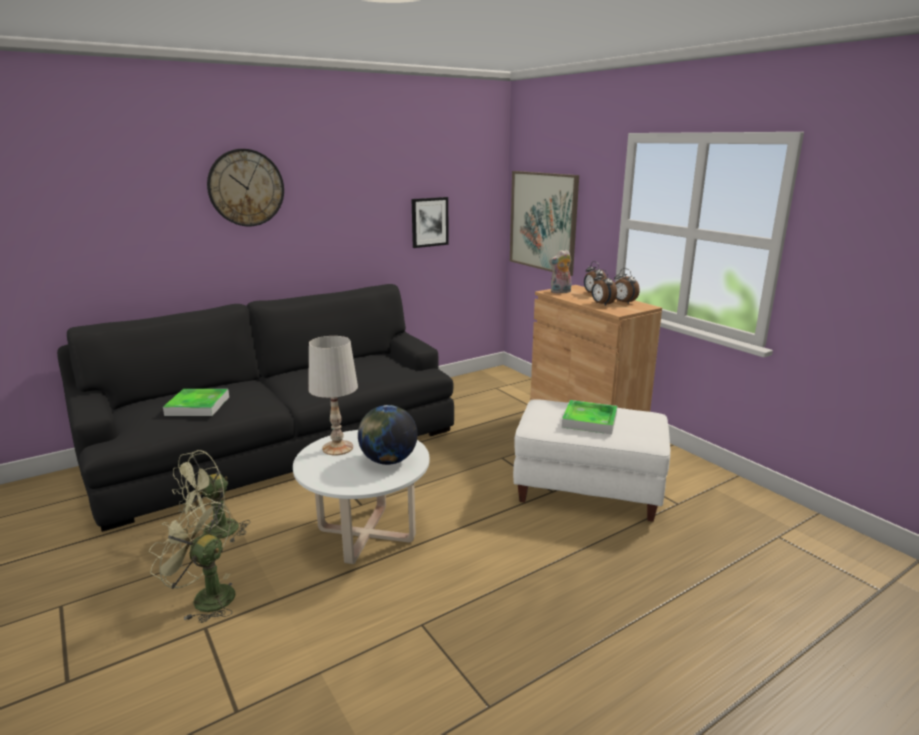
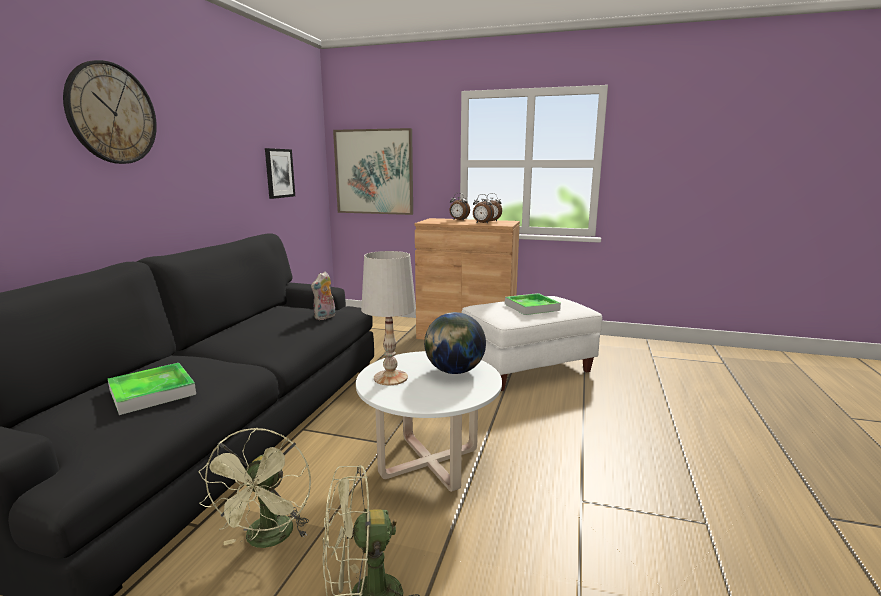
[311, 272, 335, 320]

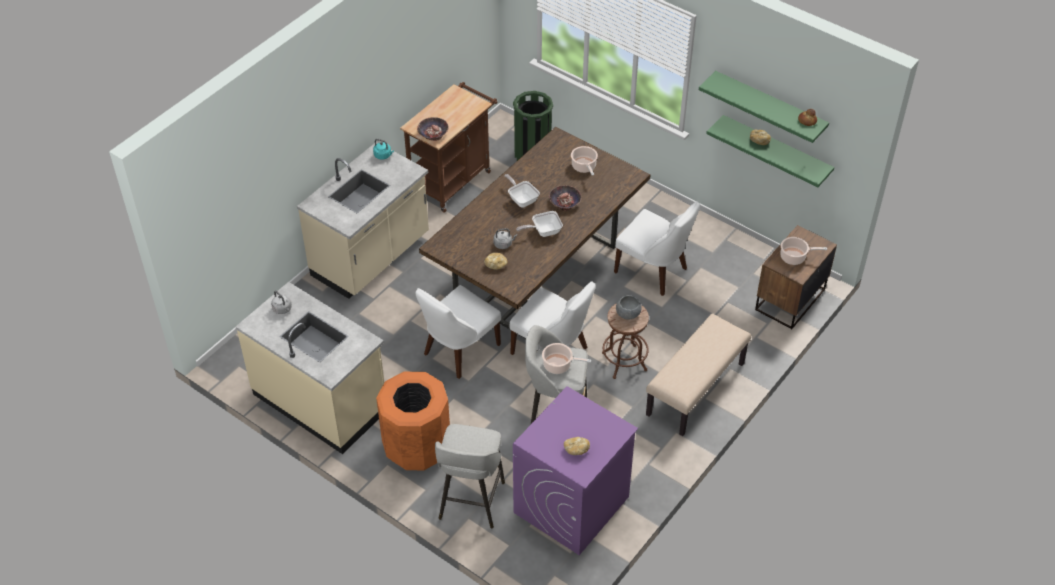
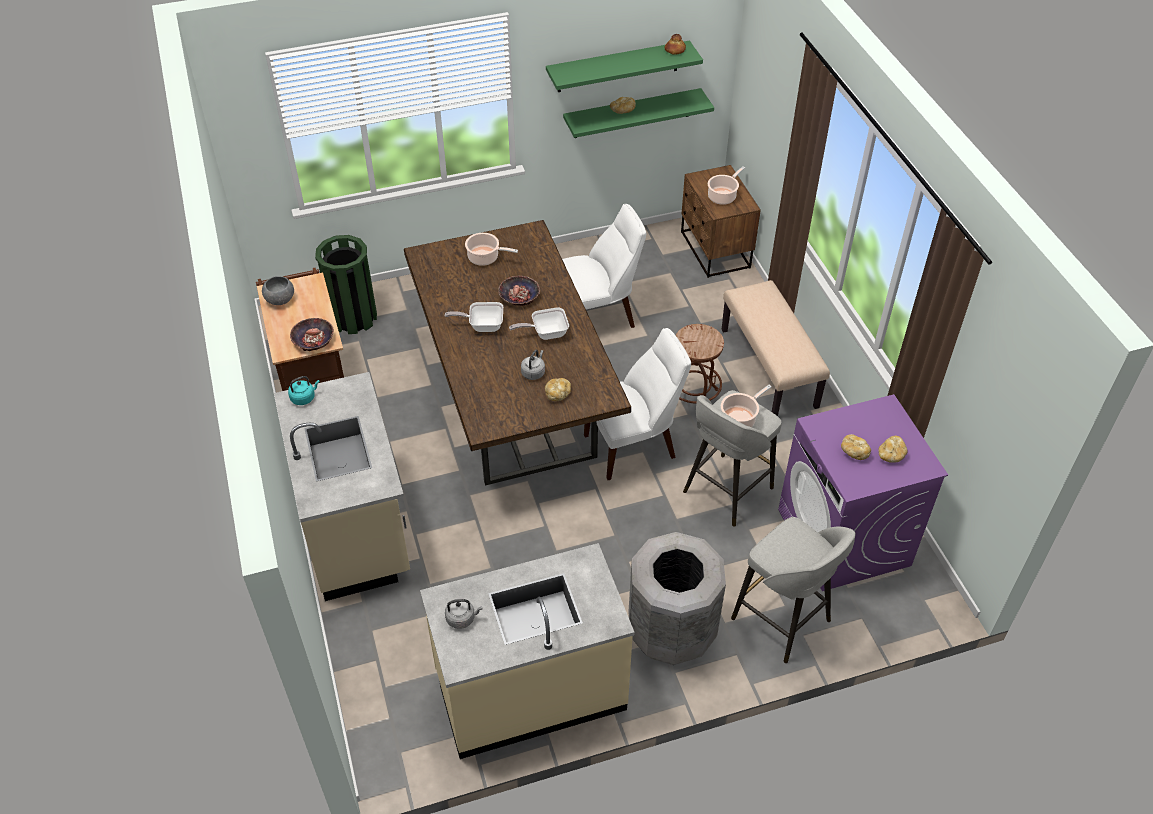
[262, 276, 294, 305]
[509, 307, 569, 340]
[629, 532, 726, 665]
[841, 434, 871, 460]
[416, 285, 501, 379] (first image)

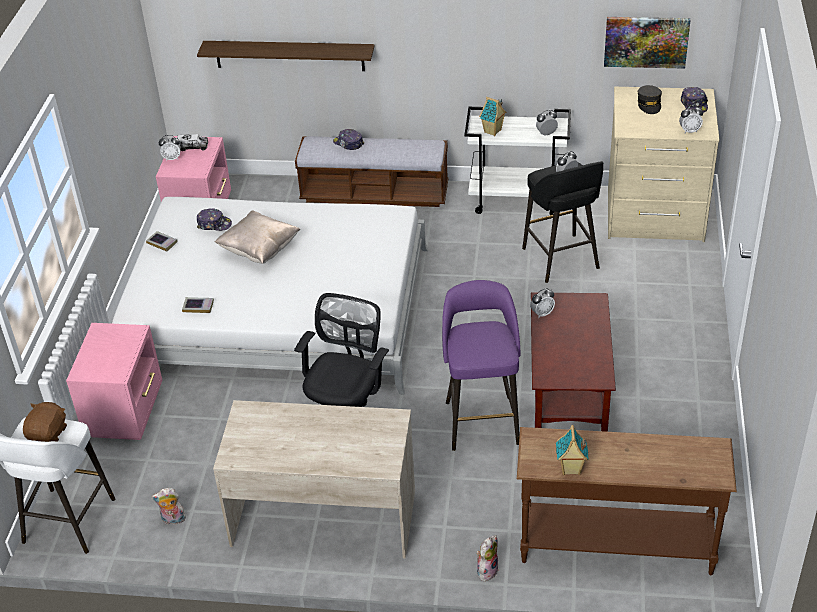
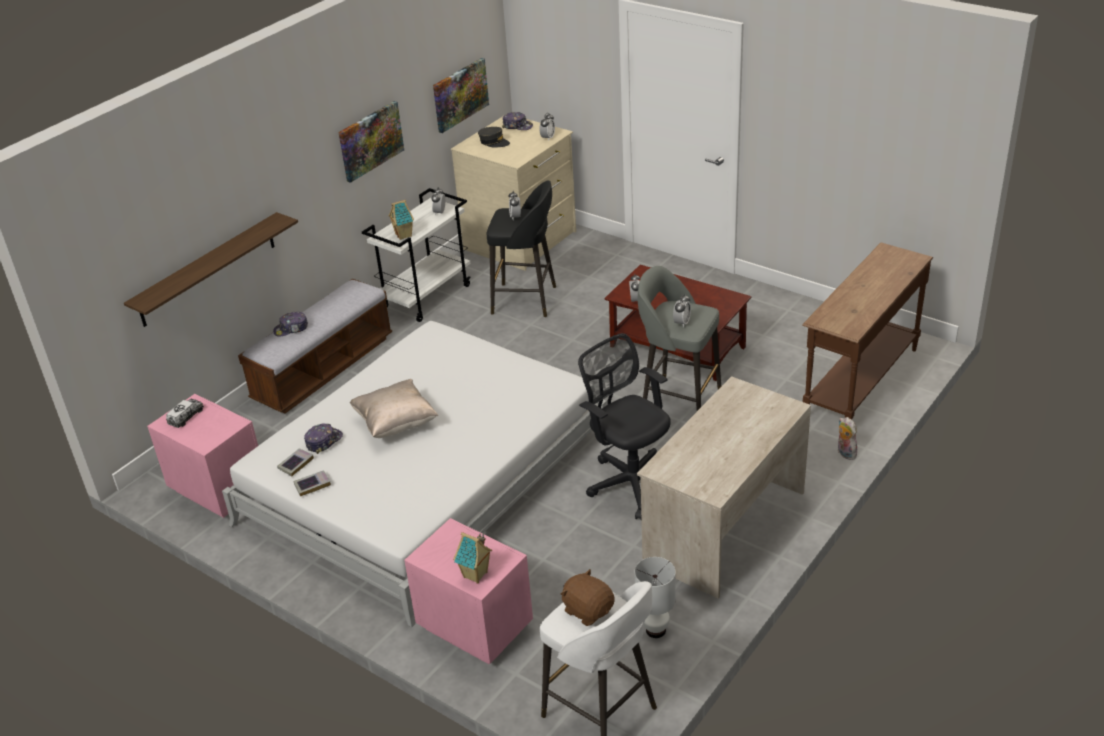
[277, 448, 314, 476]
[338, 101, 404, 183]
[453, 532, 492, 583]
[634, 557, 676, 638]
[638, 266, 721, 411]
[673, 294, 691, 328]

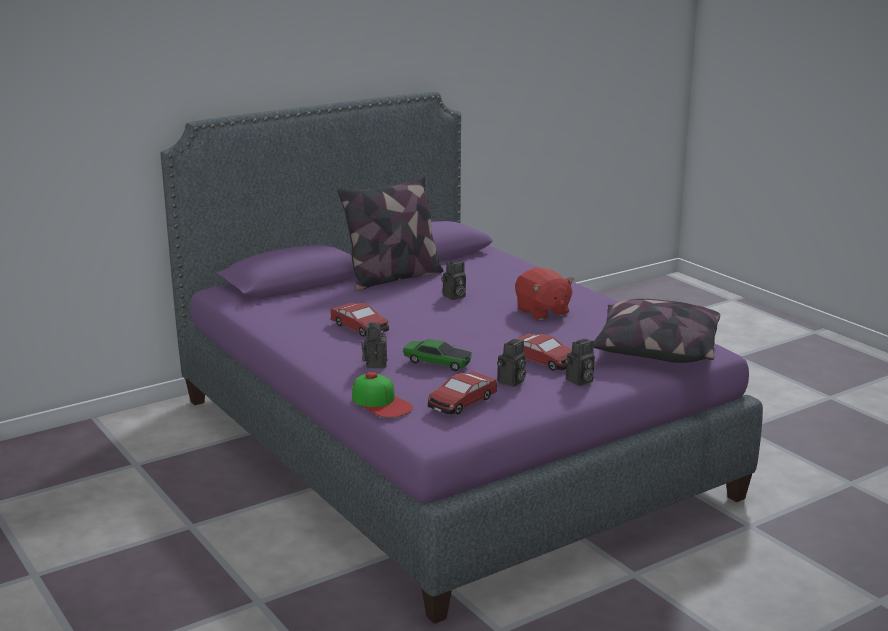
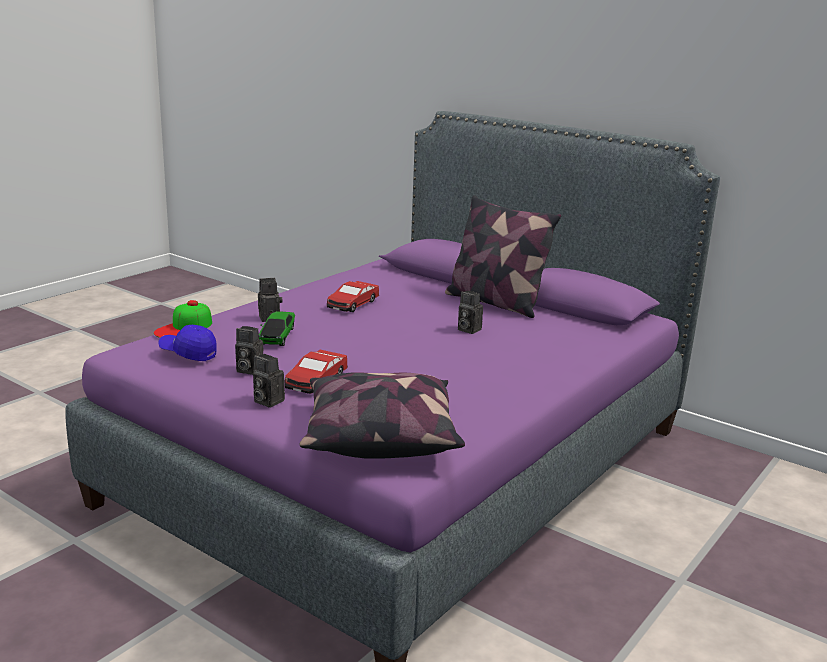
[159, 325, 217, 361]
[515, 267, 574, 320] (first image)

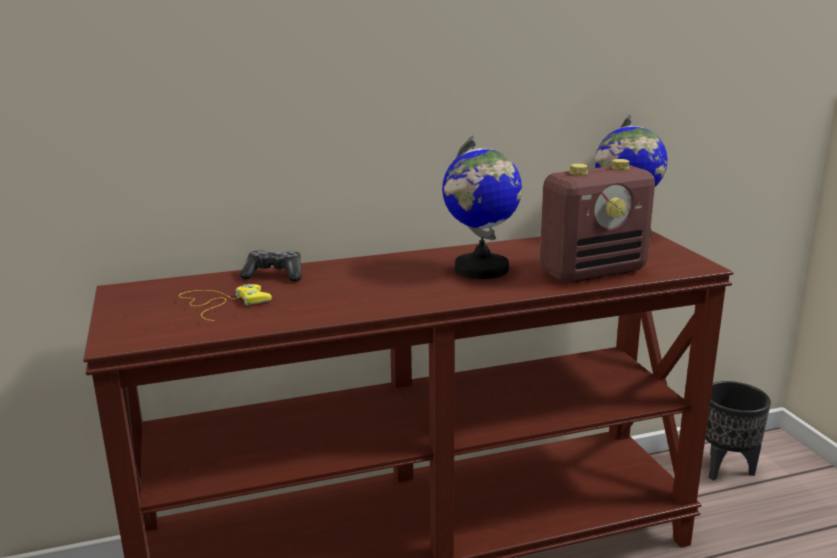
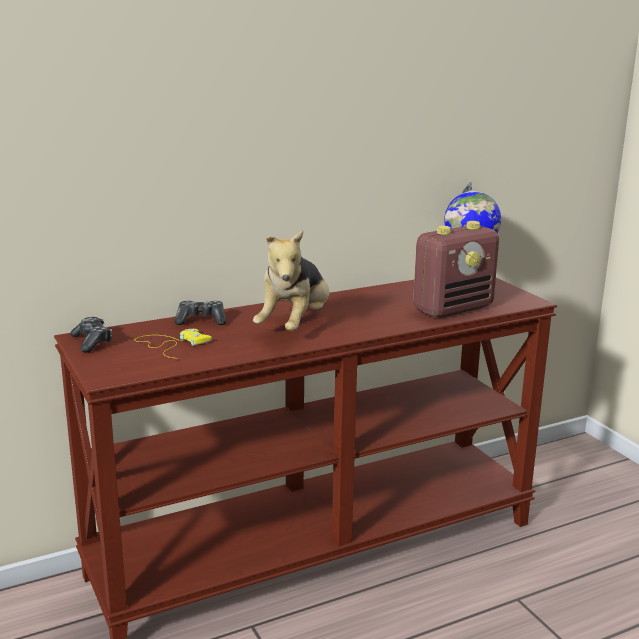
[70, 317, 112, 353]
[253, 230, 330, 331]
[442, 136, 522, 279] (first image)
[705, 381, 771, 480] (first image)

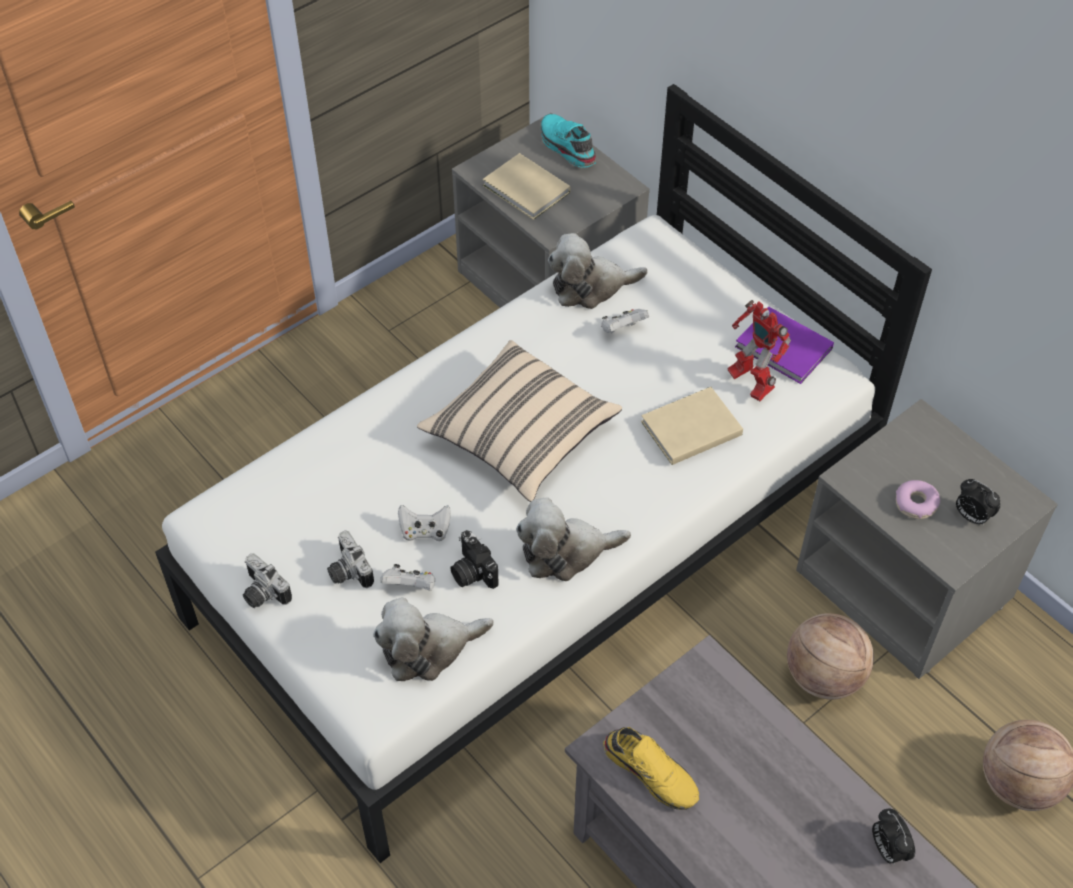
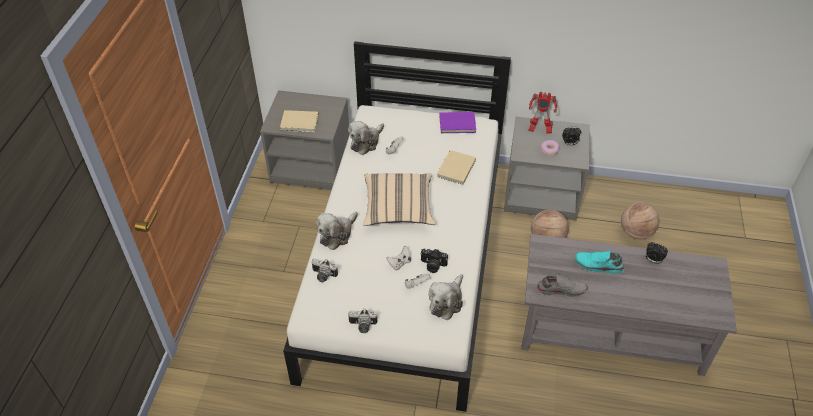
[311, 258, 338, 282]
[316, 212, 358, 250]
[529, 92, 557, 134]
[536, 274, 588, 297]
[575, 251, 624, 274]

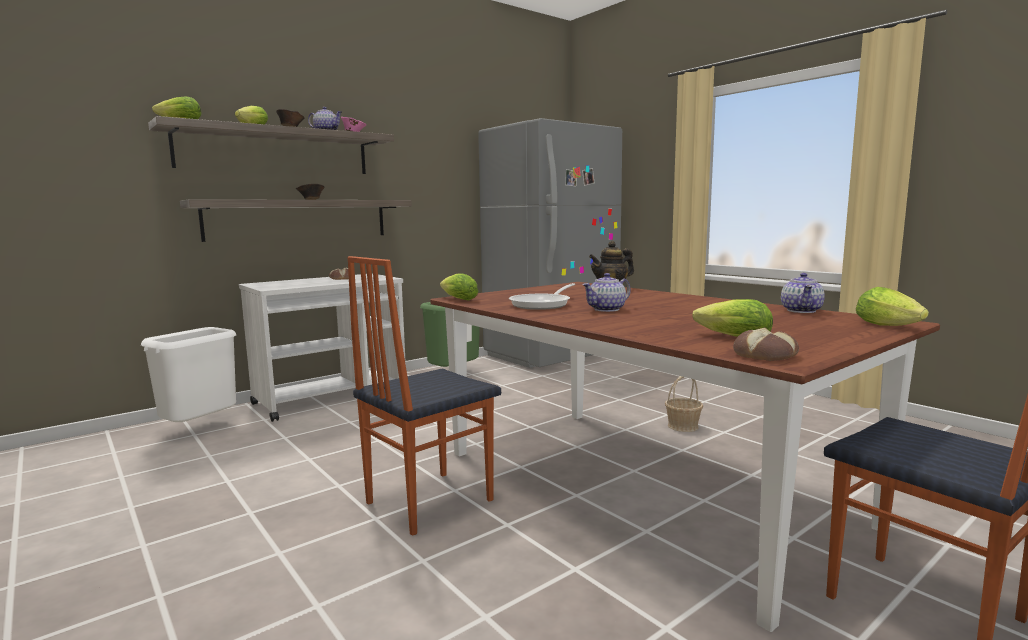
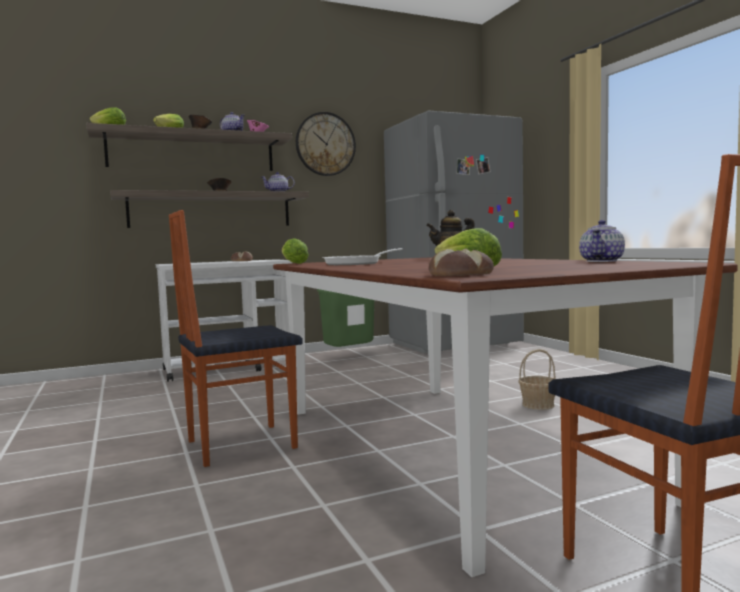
[261, 172, 295, 191]
[296, 112, 356, 176]
[141, 327, 236, 422] (first image)
[856, 287, 929, 326] (first image)

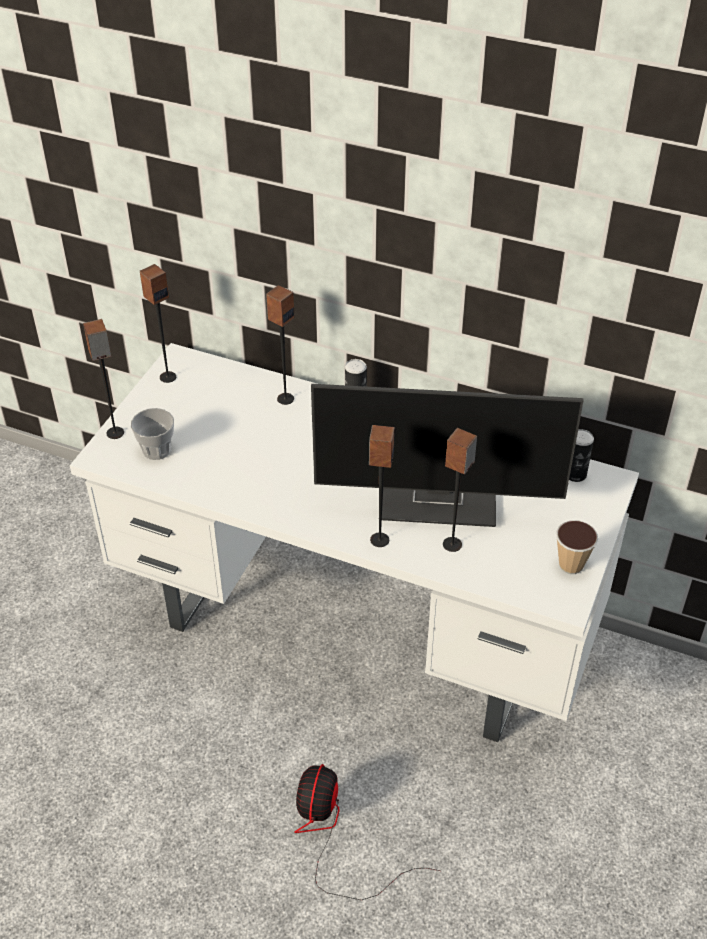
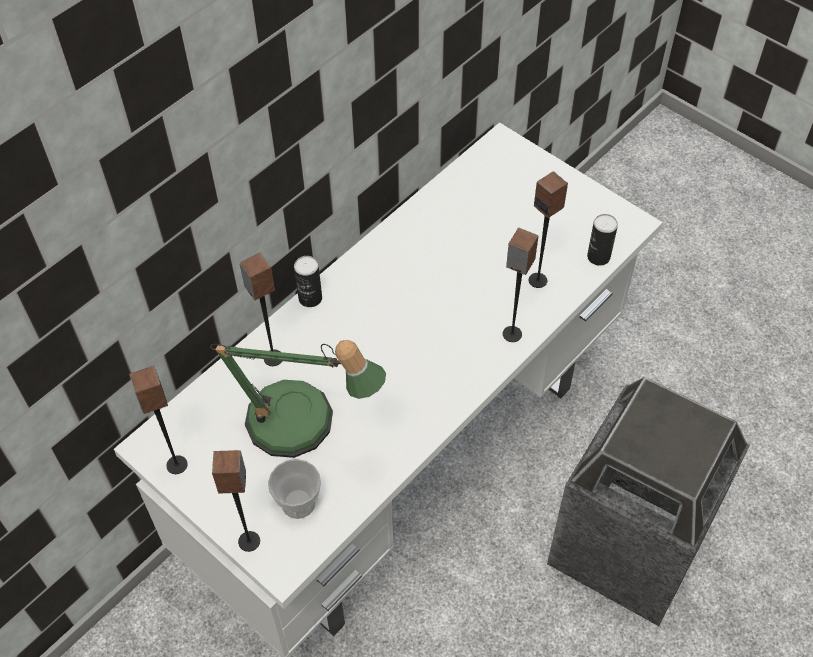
[210, 340, 386, 458]
[547, 377, 750, 626]
[587, 214, 618, 266]
[311, 384, 584, 527] (first image)
[556, 520, 598, 574] (first image)

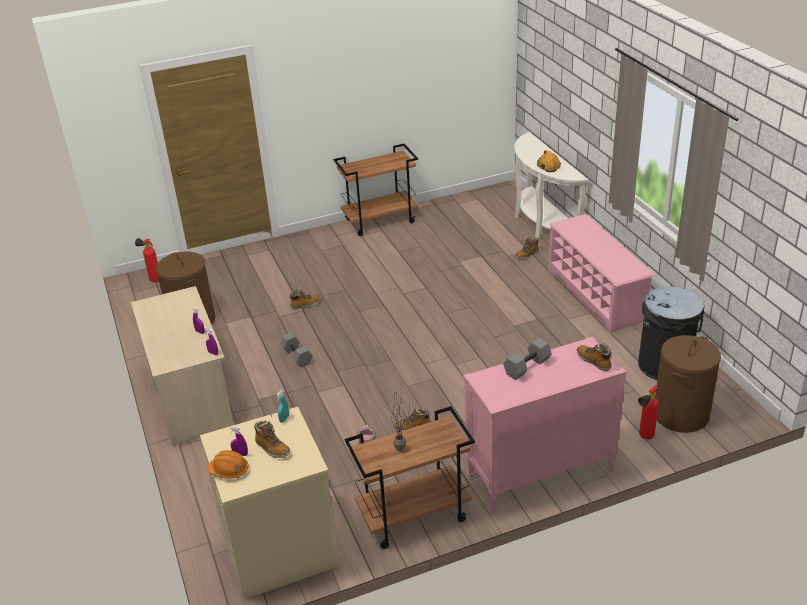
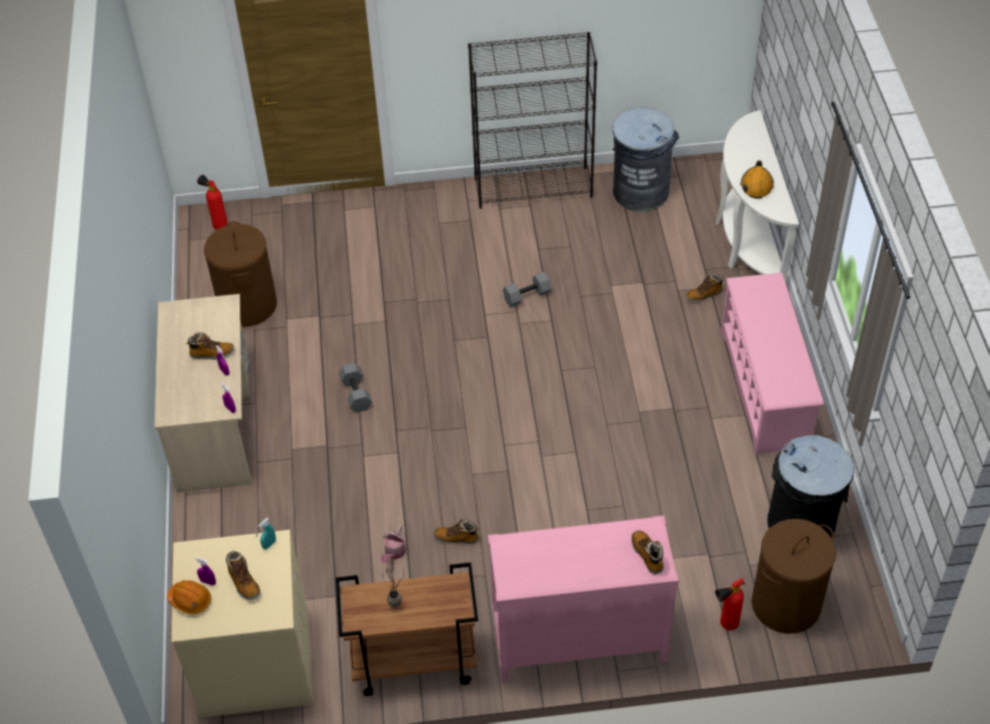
[186, 332, 234, 360]
[468, 32, 597, 209]
[503, 272, 552, 307]
[612, 108, 679, 212]

